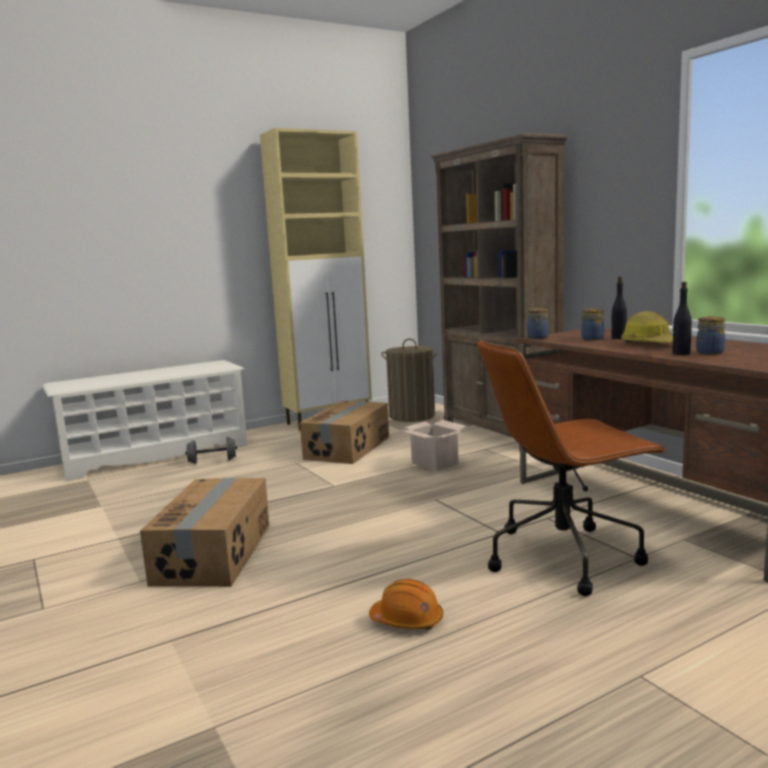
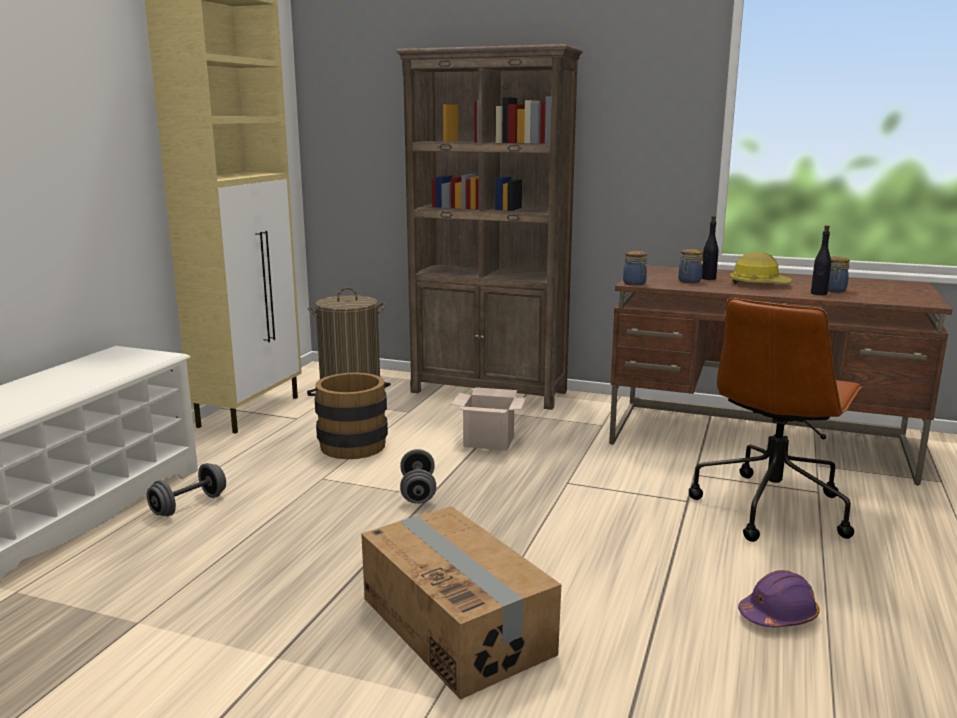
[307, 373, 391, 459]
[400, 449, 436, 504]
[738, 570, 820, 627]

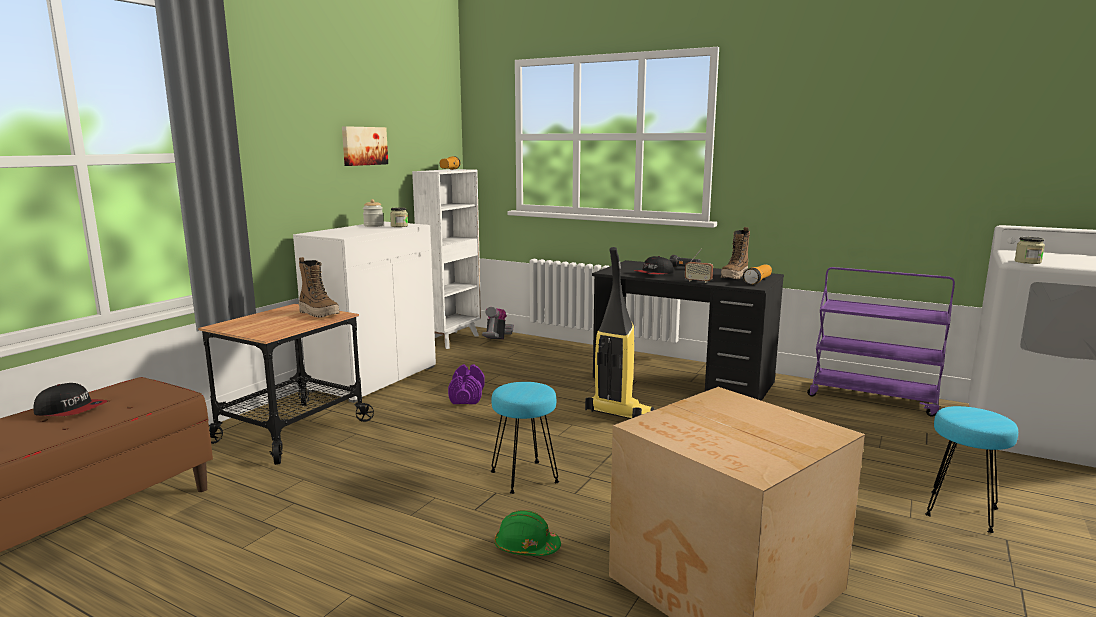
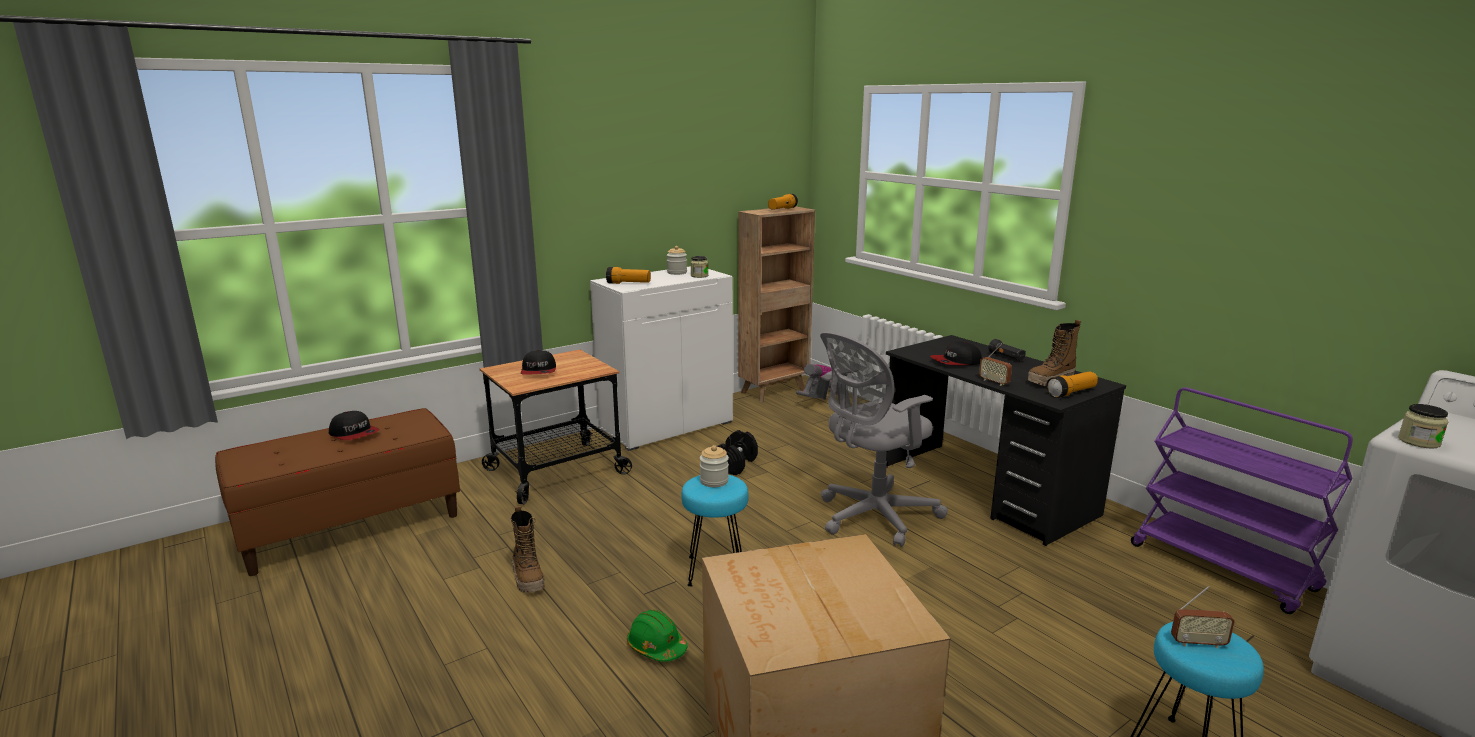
[511, 506, 545, 593]
[521, 350, 556, 375]
[606, 267, 651, 284]
[700, 445, 729, 487]
[717, 430, 758, 475]
[738, 206, 815, 402]
[820, 332, 948, 547]
[1171, 586, 1235, 649]
[342, 126, 388, 166] (first image)

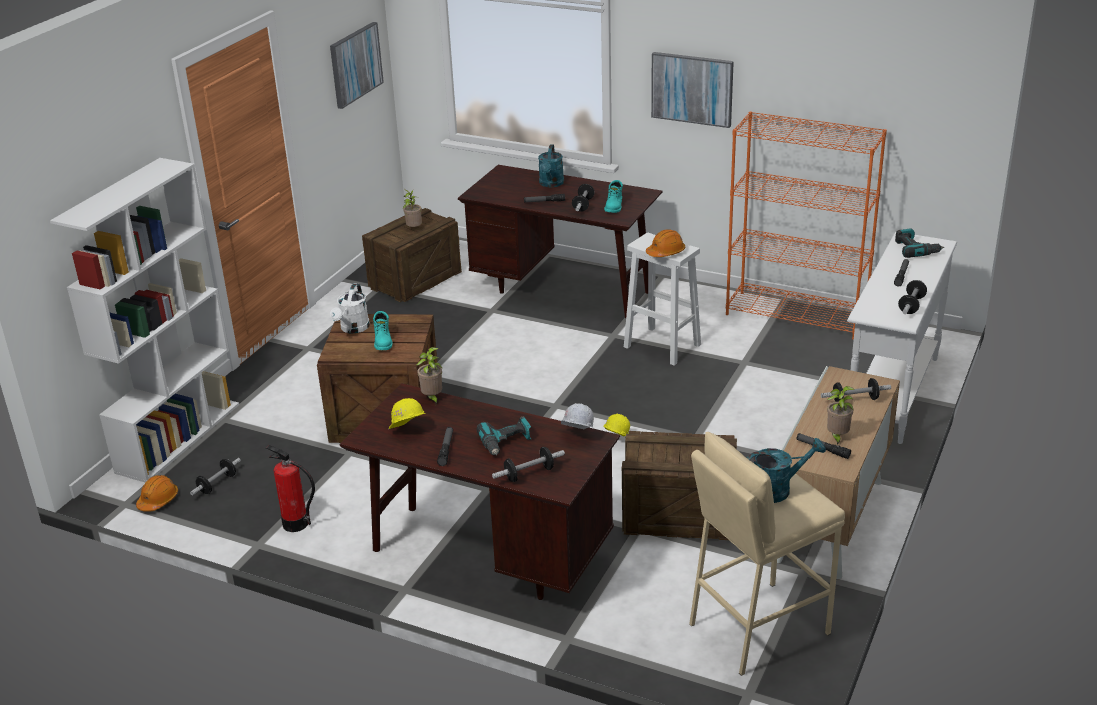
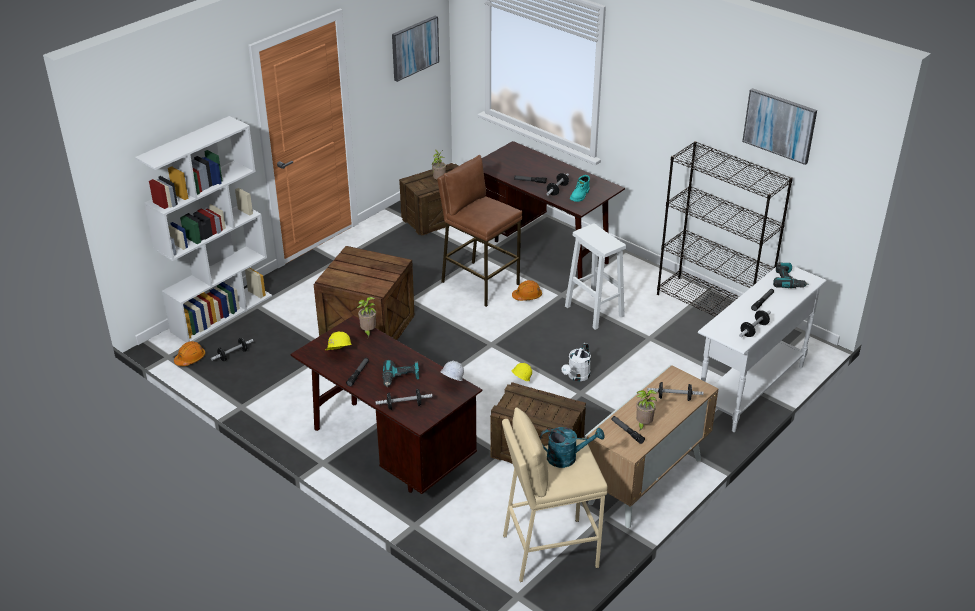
[437, 155, 522, 307]
[512, 280, 542, 301]
[562, 343, 591, 381]
[657, 141, 793, 317]
[742, 88, 817, 165]
[266, 445, 315, 532] (first image)
[373, 311, 392, 350] (first image)
[538, 145, 564, 187] (first image)

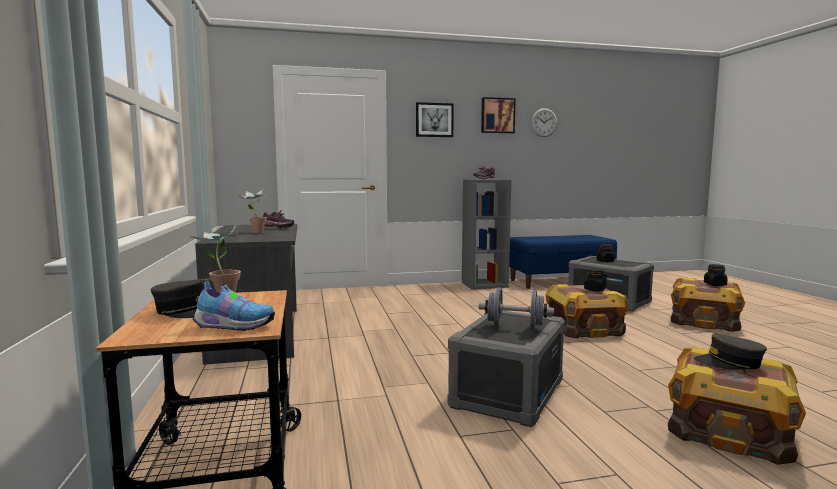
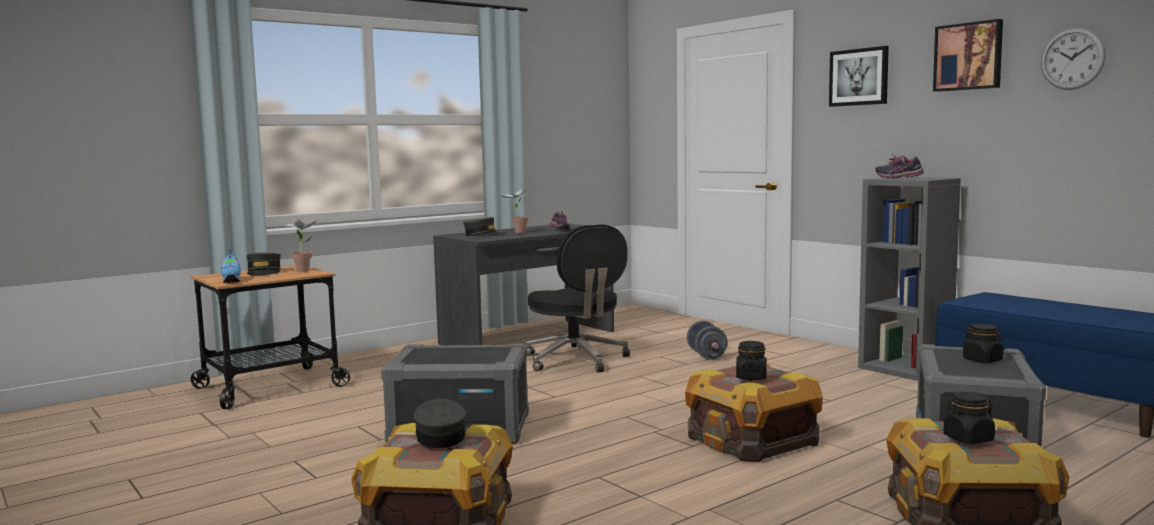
[463, 217, 503, 237]
[525, 224, 630, 373]
[687, 321, 728, 359]

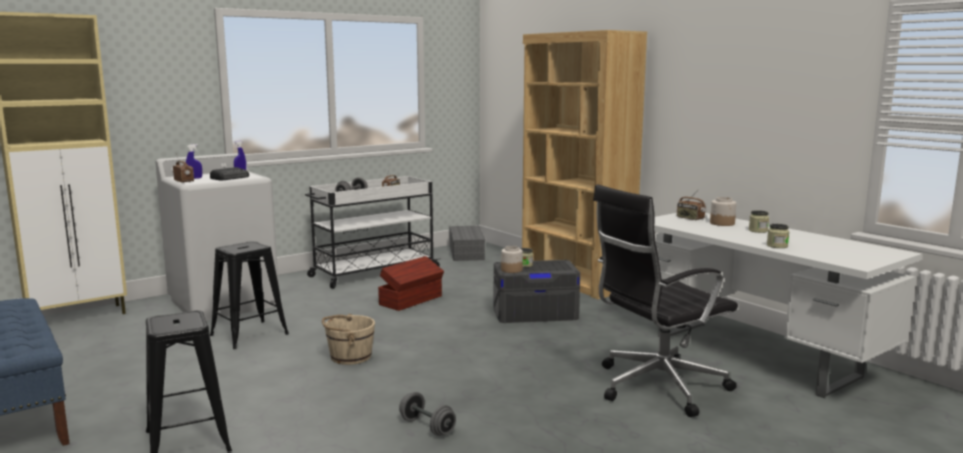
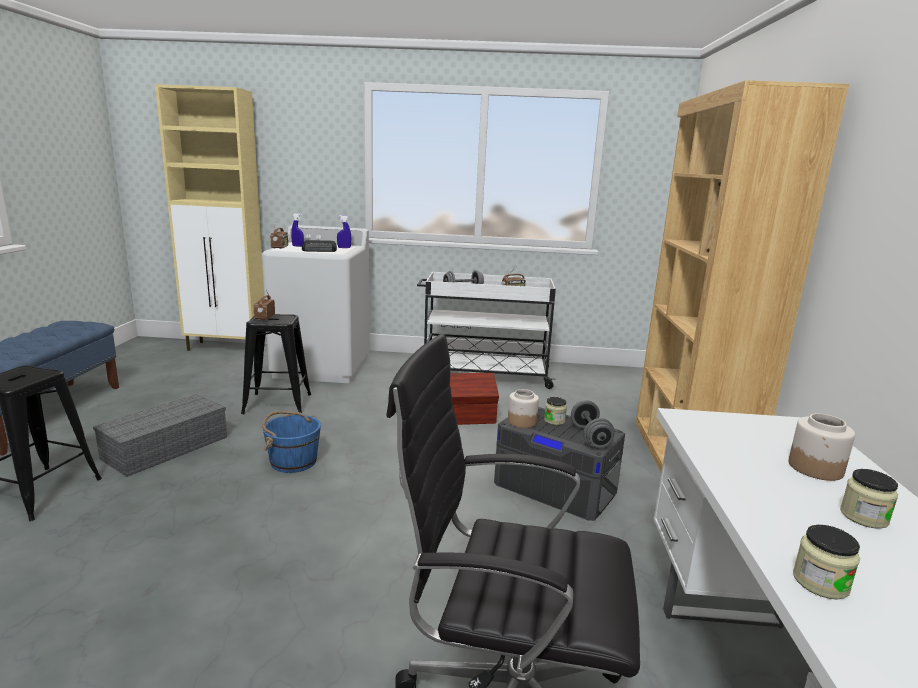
[93, 394, 227, 477]
[253, 290, 275, 320]
[262, 411, 321, 473]
[571, 400, 615, 448]

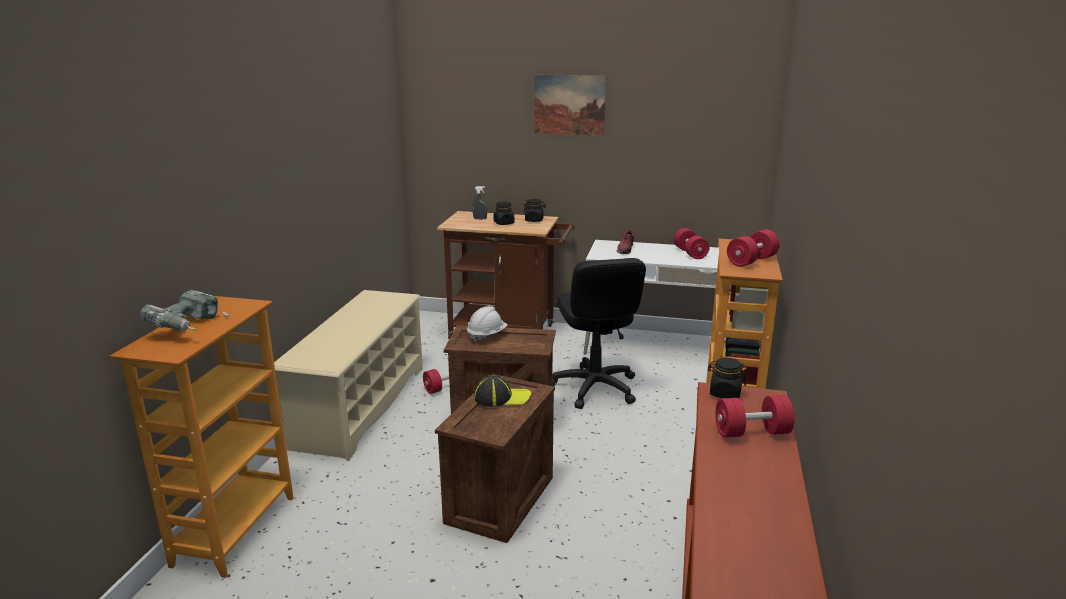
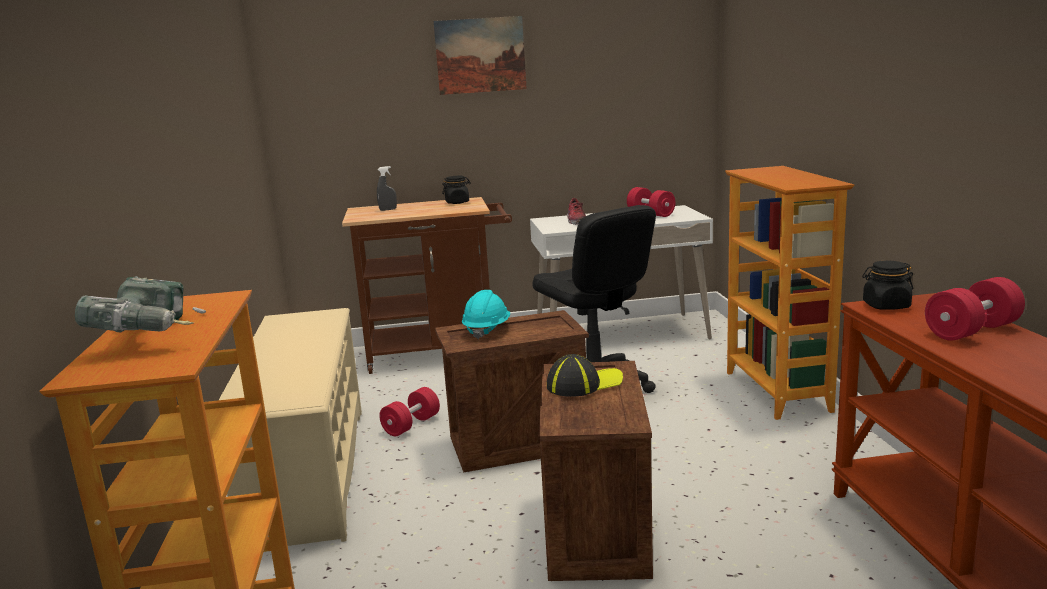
[462, 290, 510, 339]
[494, 202, 514, 225] (first image)
[727, 230, 780, 267] (first image)

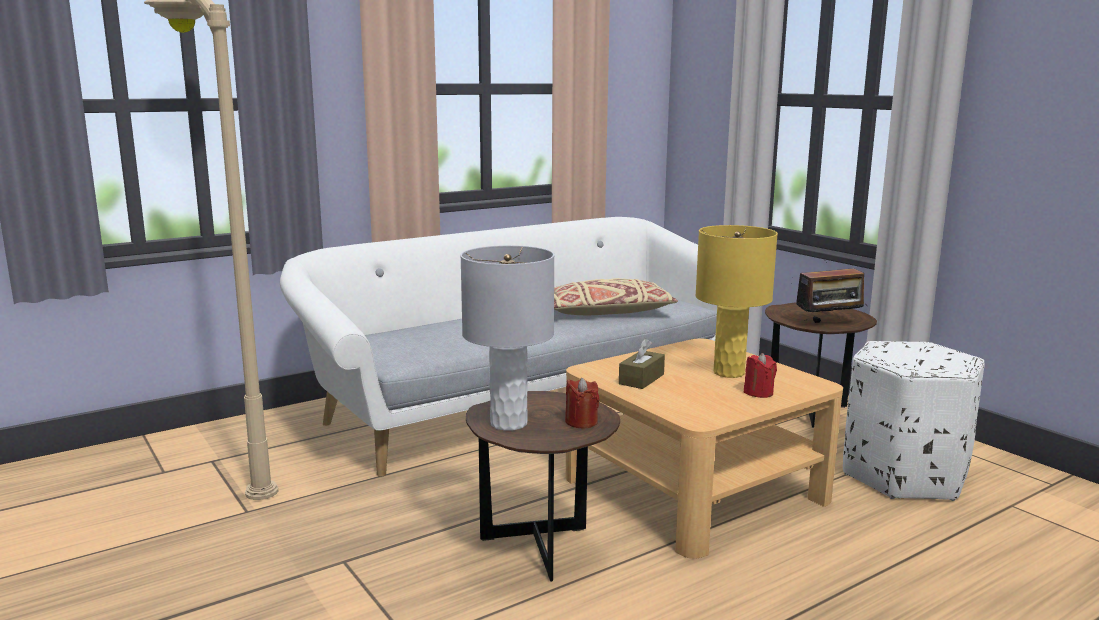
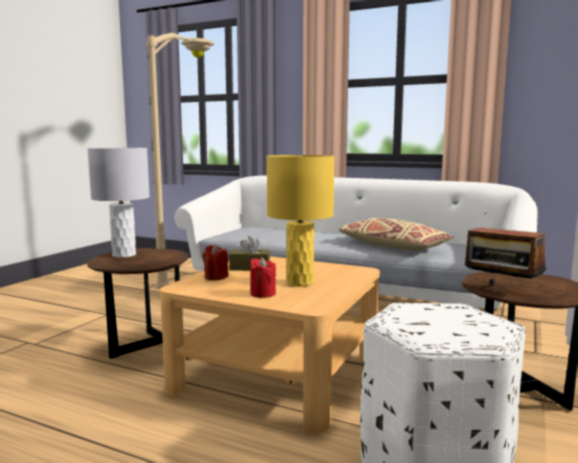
[203, 245, 229, 280]

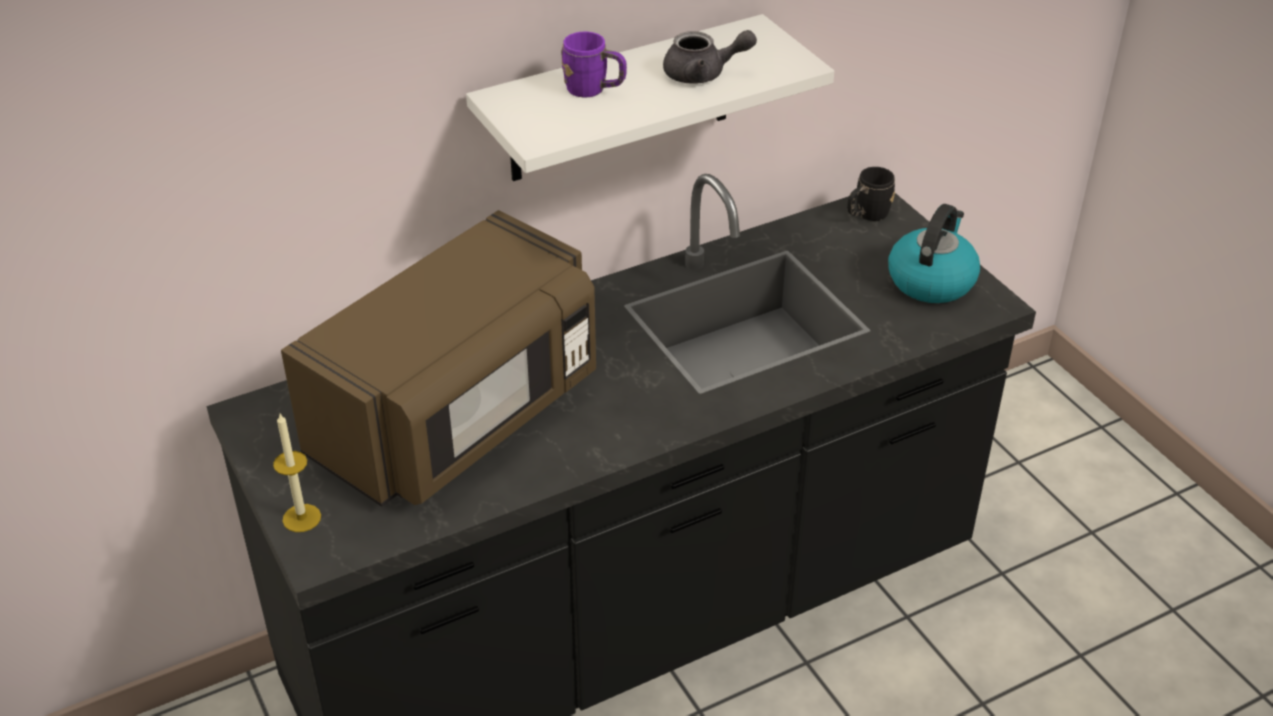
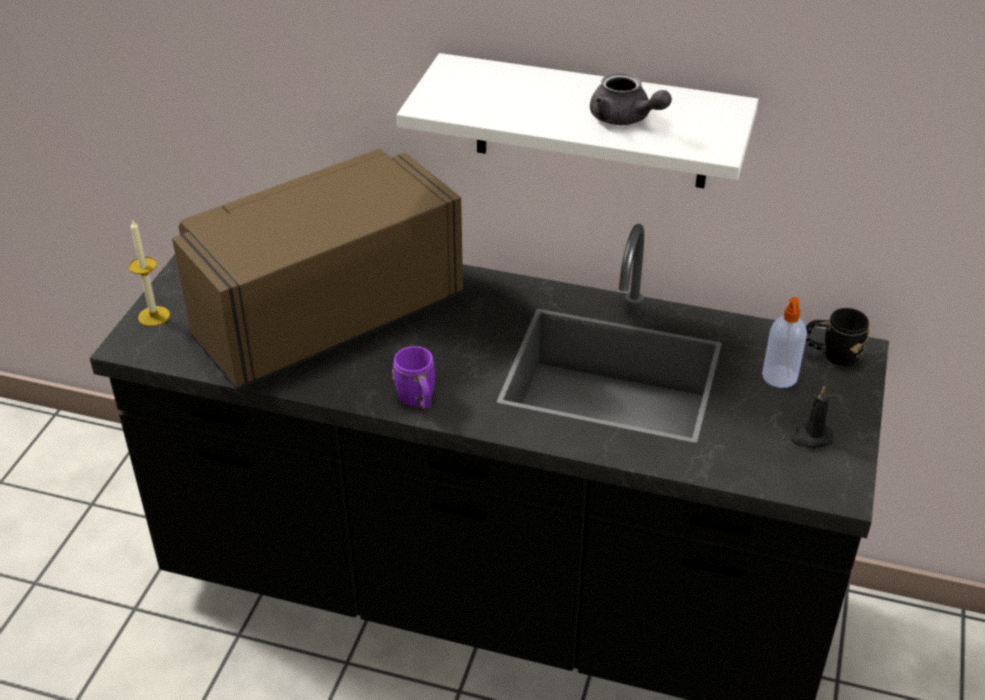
[172, 149, 463, 390]
[392, 346, 435, 409]
[762, 297, 807, 388]
[791, 385, 834, 448]

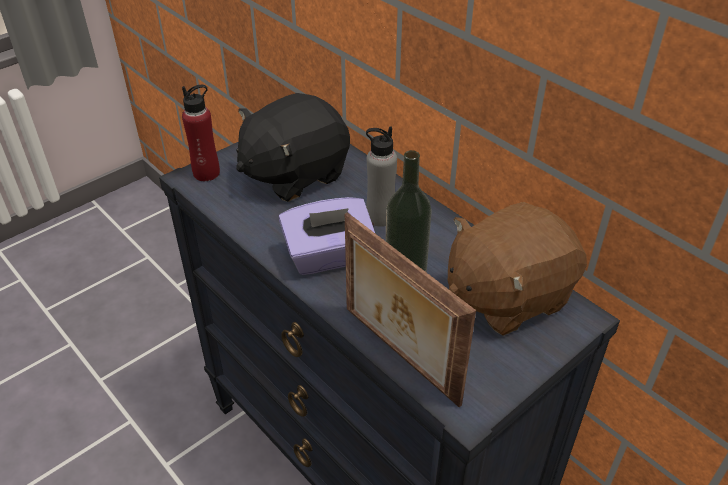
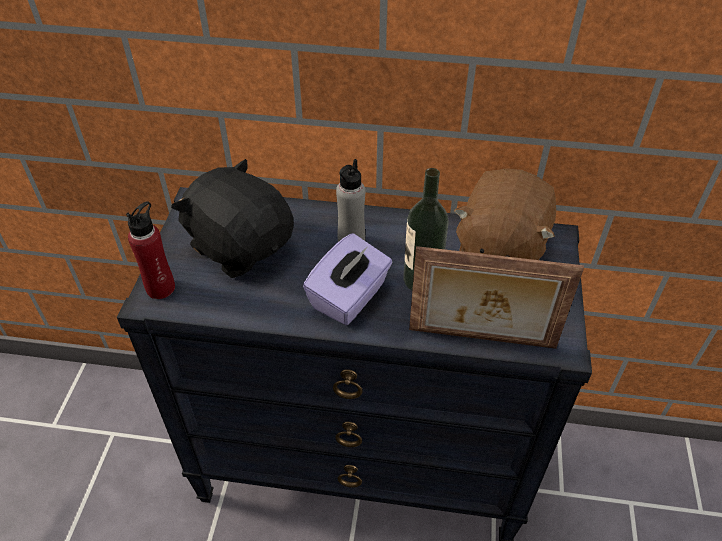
[171, 159, 294, 278]

